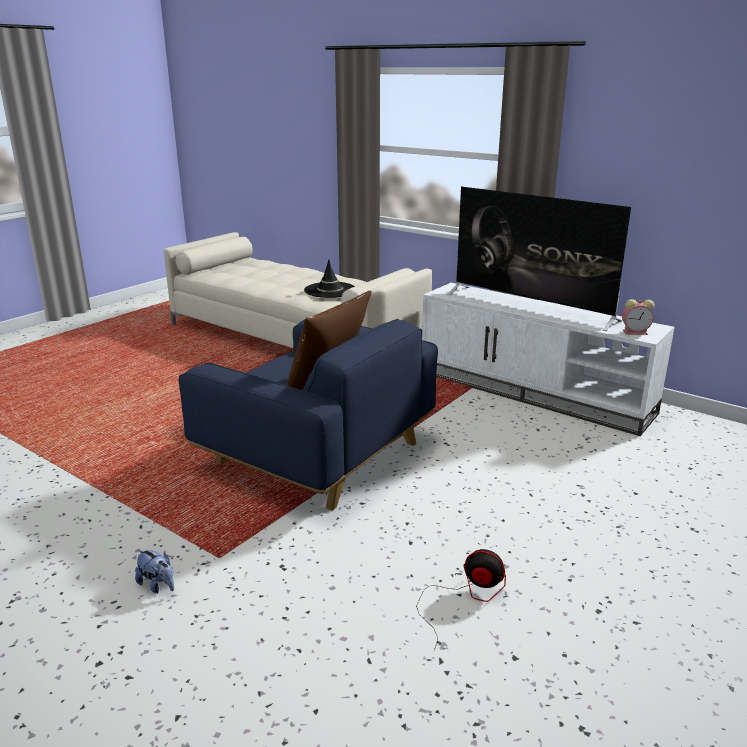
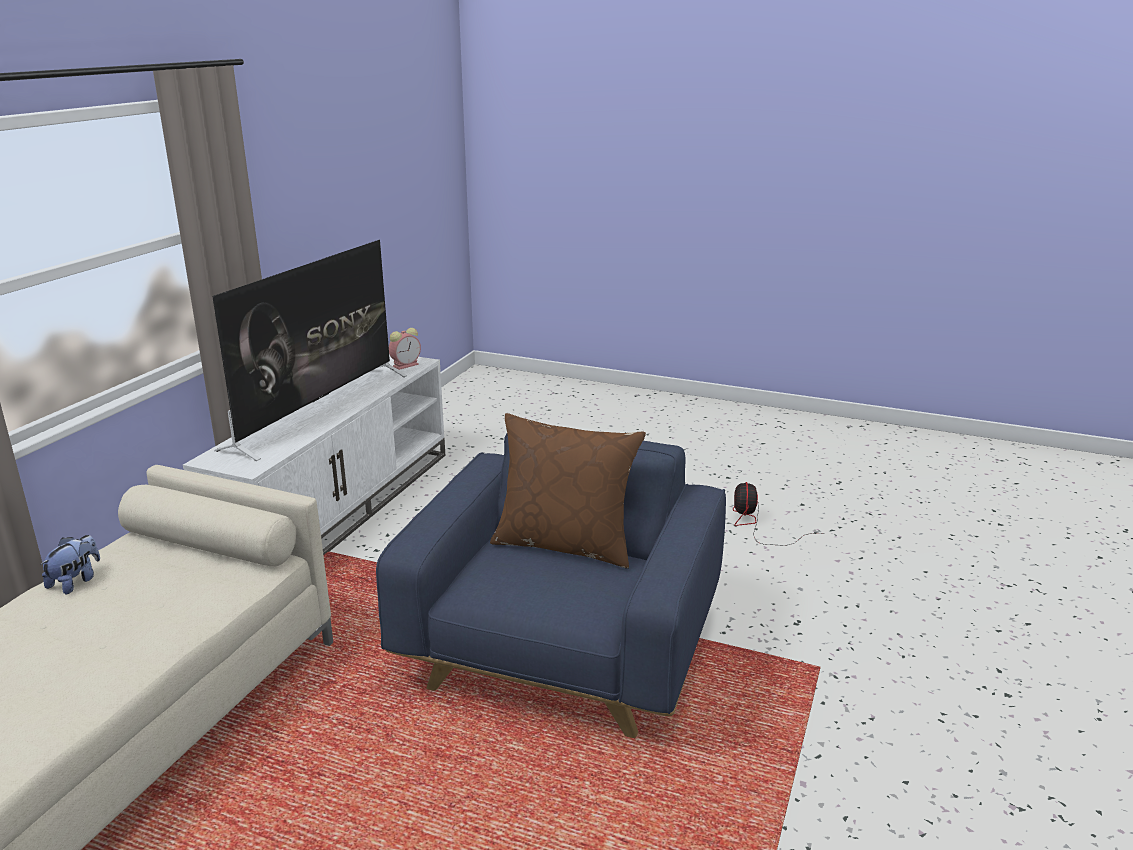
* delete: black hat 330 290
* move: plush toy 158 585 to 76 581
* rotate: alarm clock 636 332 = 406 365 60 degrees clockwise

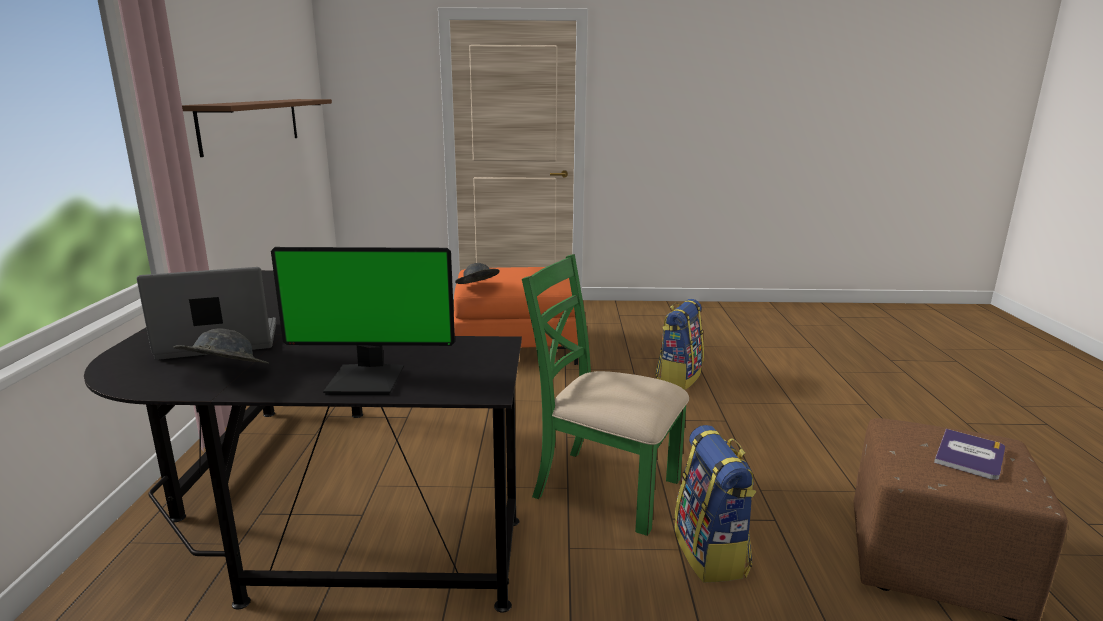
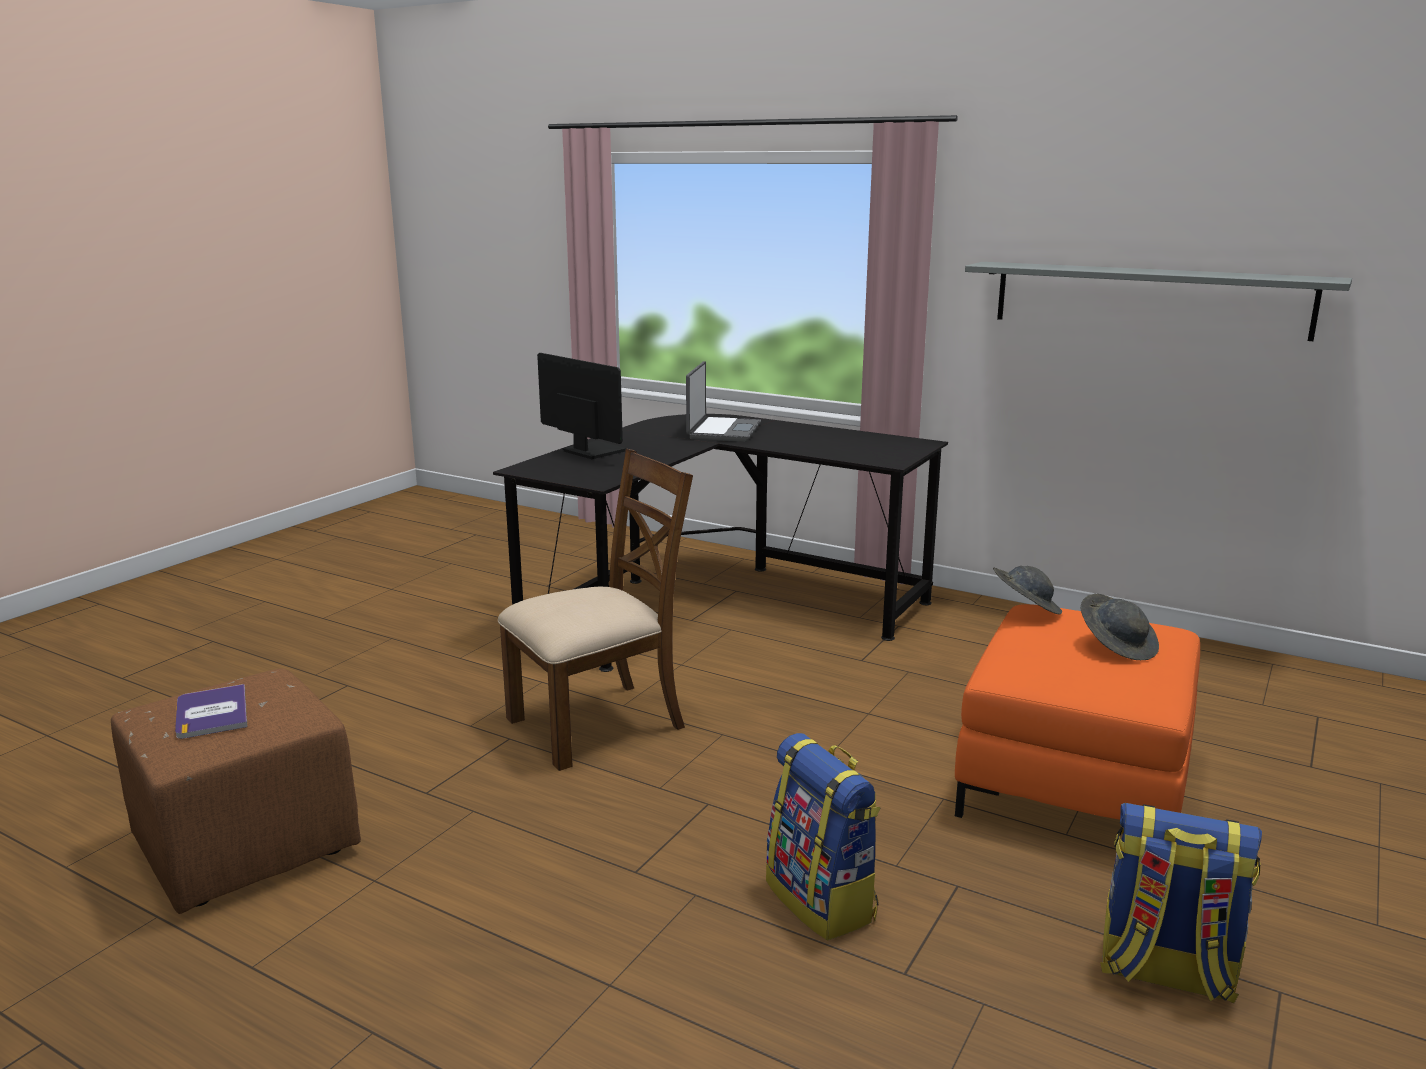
* move: grey hat 224 374 to 1117 646
* move: backpack 711 553 to 1165 972
* recolor: brown shelf 252 124 to grey shelf 1149 299
* recolor: green chair 605 487 to brown chair 598 723
* rotate: monitor 368 379 = 591 451 105 degrees clockwise

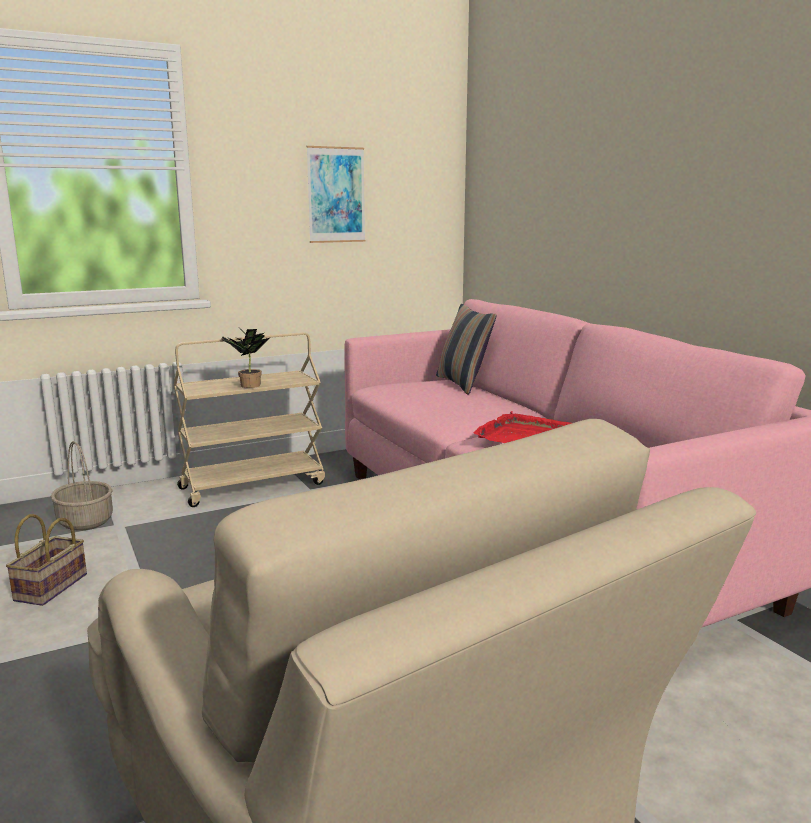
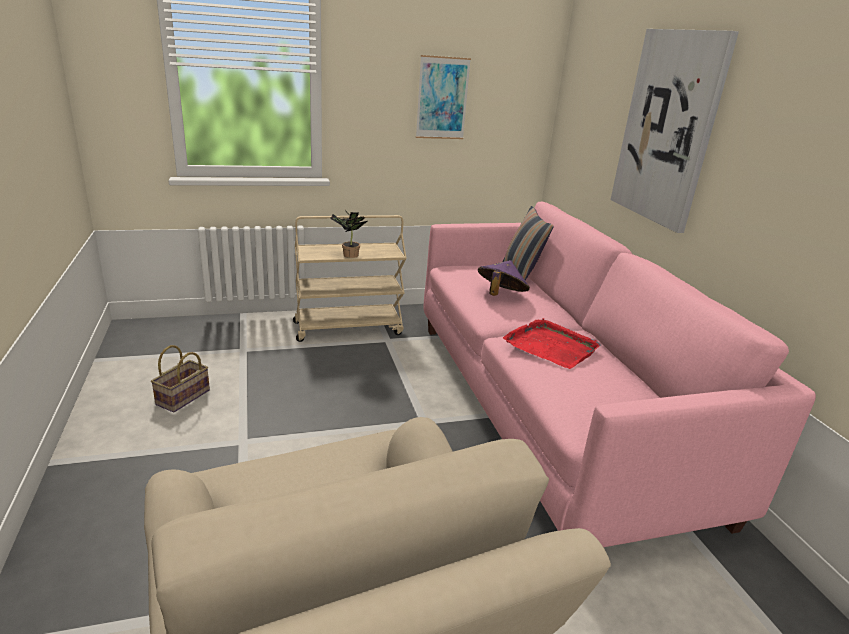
* delete: basket 84 521
* insert: purple hat 500 295
* insert: picture 668 128

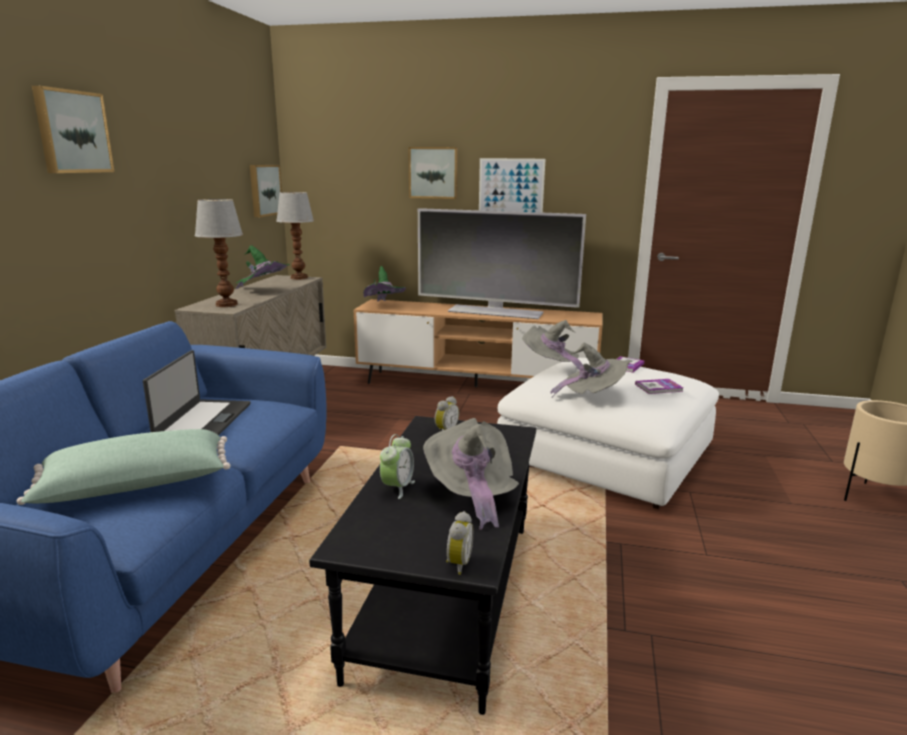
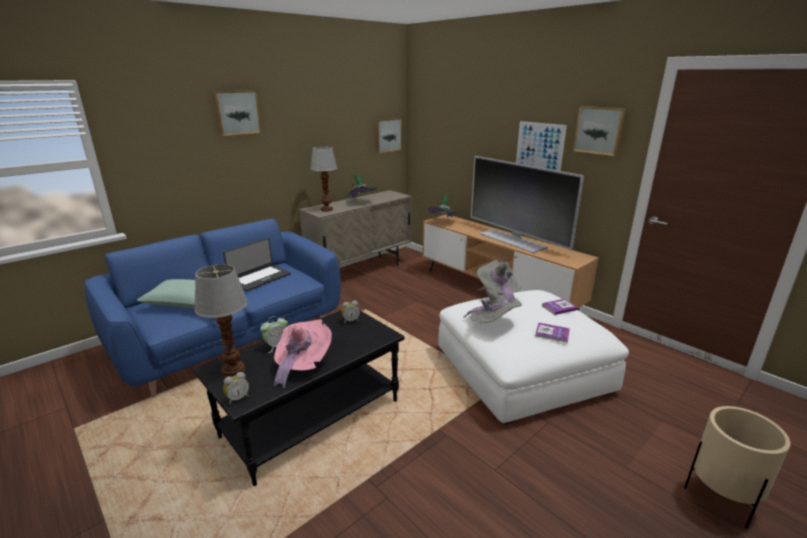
* move: table lamp 298 278 to 232 370
* move: picture 433 173 to 599 130
* recolor: grey hat 471 494 to pink hat 302 364

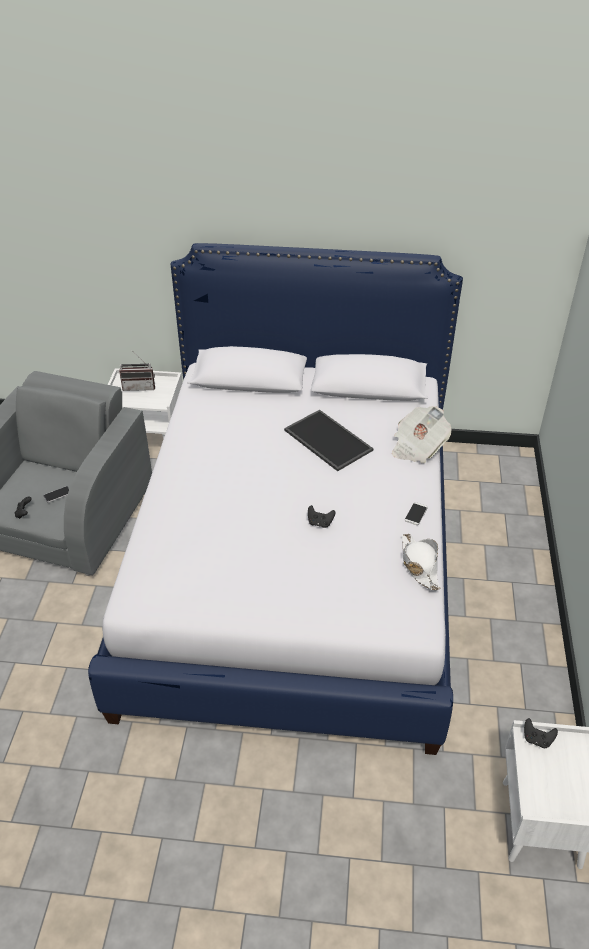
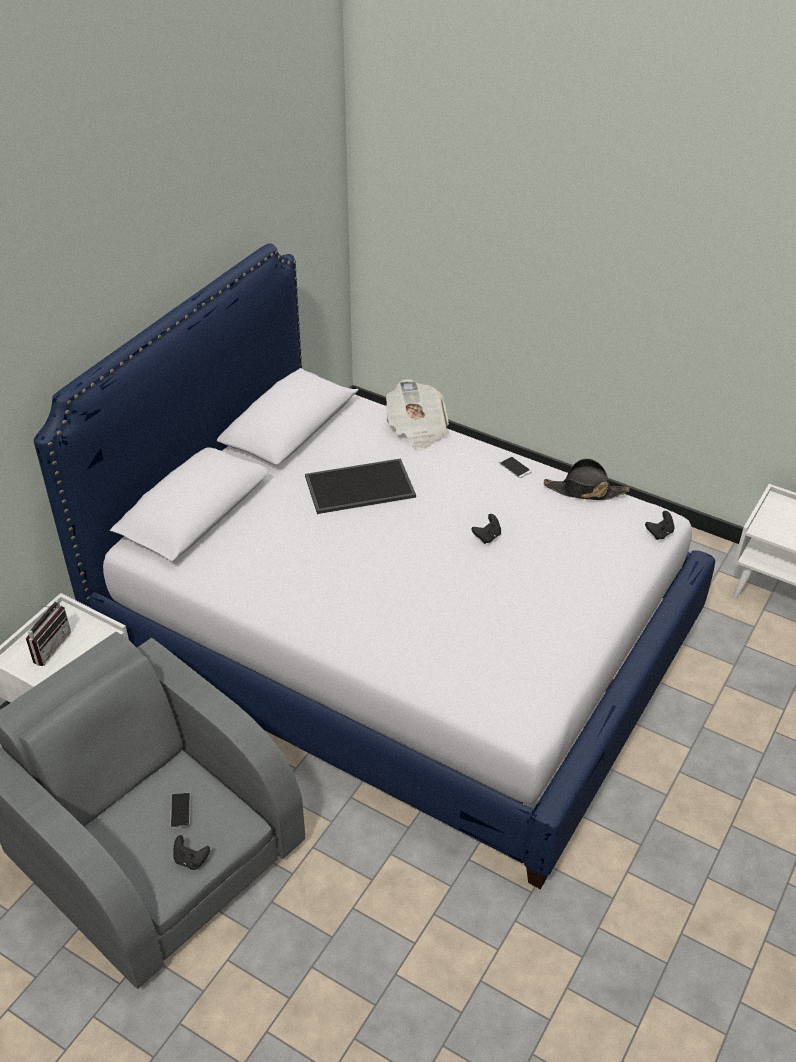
* move: black game controller 537 739 to 659 533
* recolor: white hat 419 565 to black hat 585 491

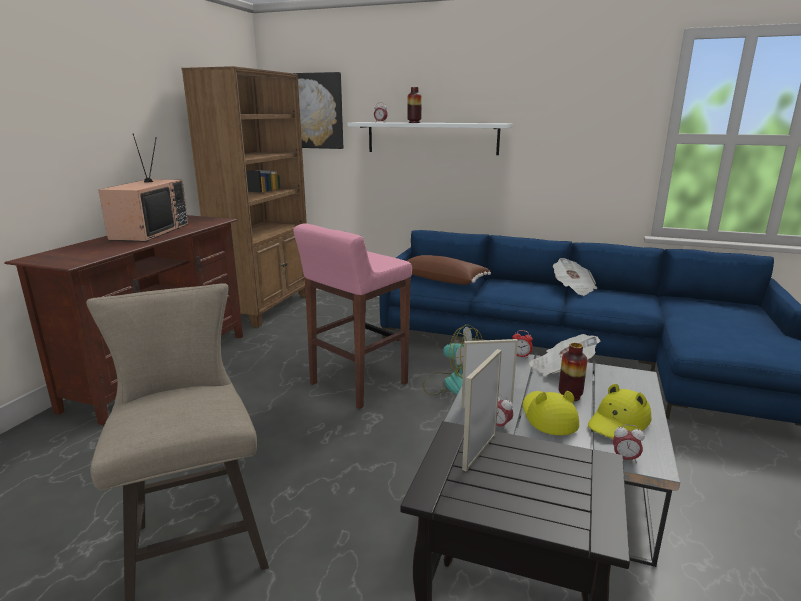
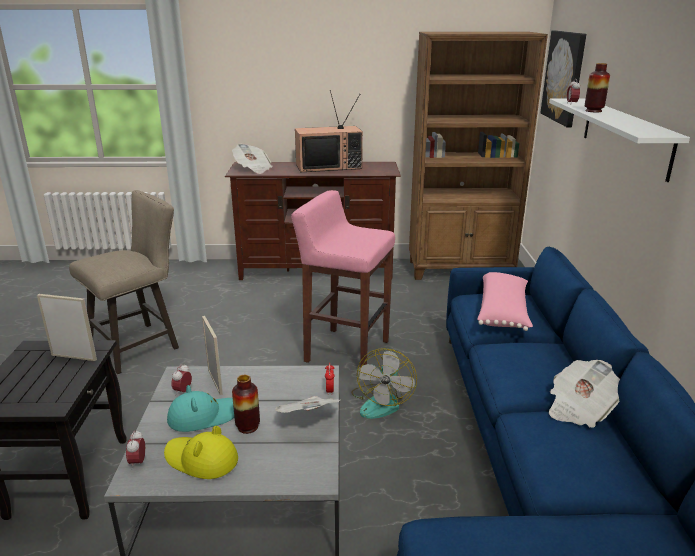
* insert: newspaper 253 169
* recolor: brown pillow 444 280 to pink pillow 503 312
* recolor: yellow hat 548 417 to turquoise hat 204 416

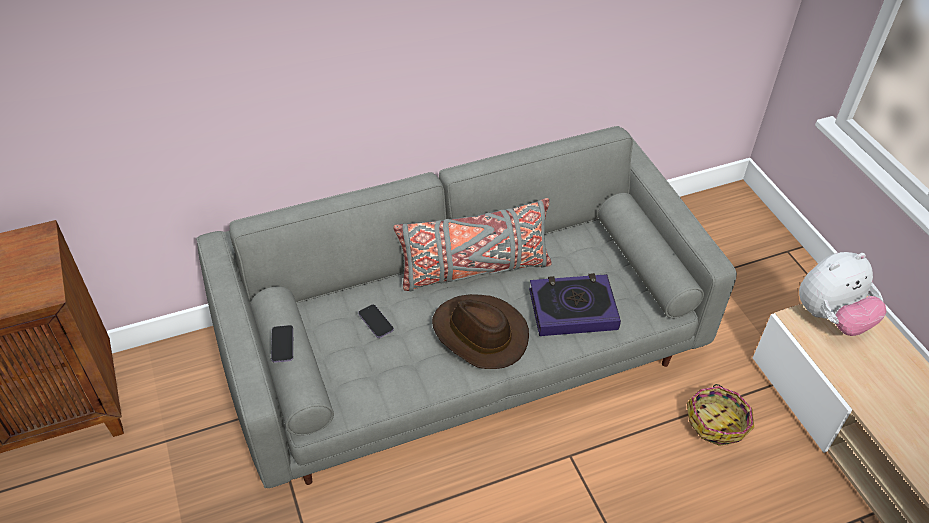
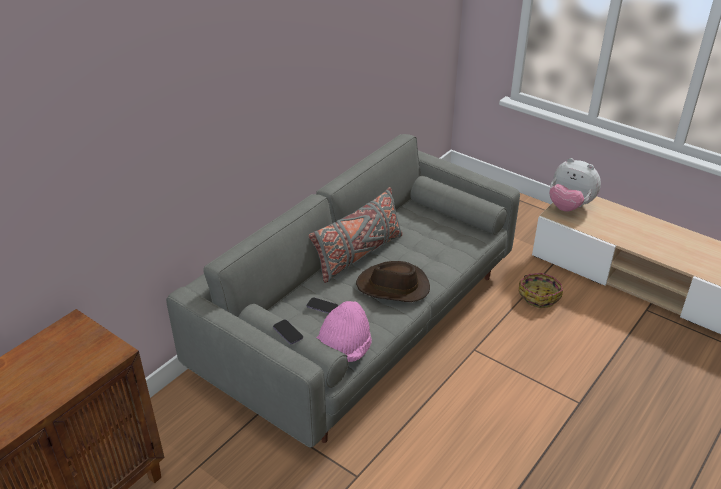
* delete: book 572 309
* insert: pink hat 343 350
* rotate: plush toy 830 318 = 569 206 90 degrees clockwise

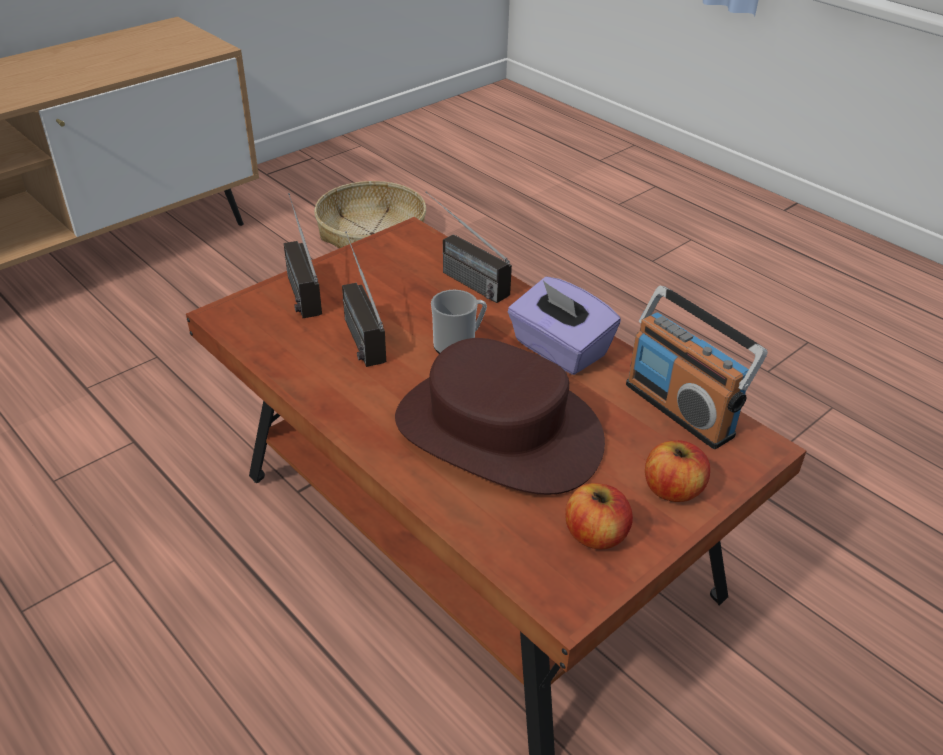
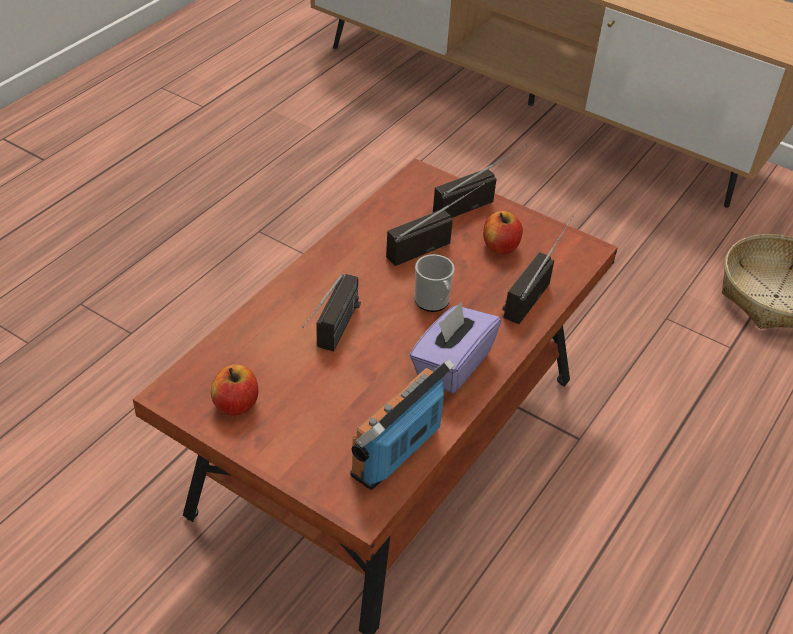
* move: apple 672 489 to 500 246
* replace: brown hat 497 432 to radio 333 338

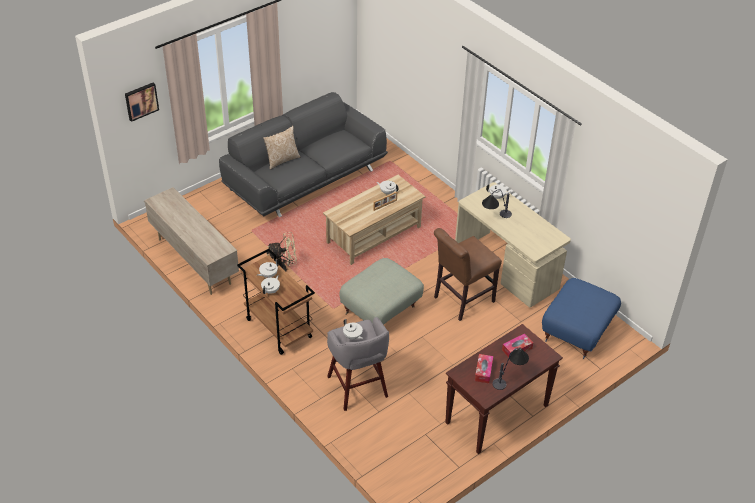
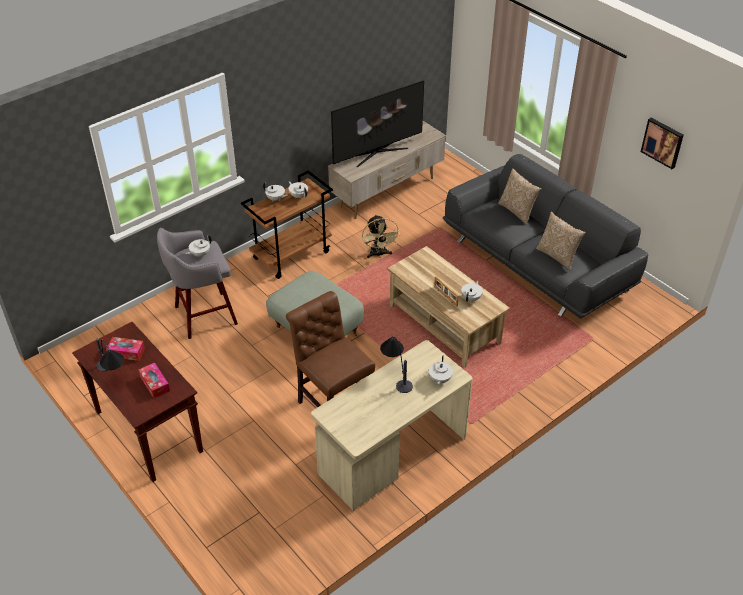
* delete: blue ottoman 577 332
* insert: television 377 153
* insert: pillow 557 256
* move: picture 141 101 to 663 142

